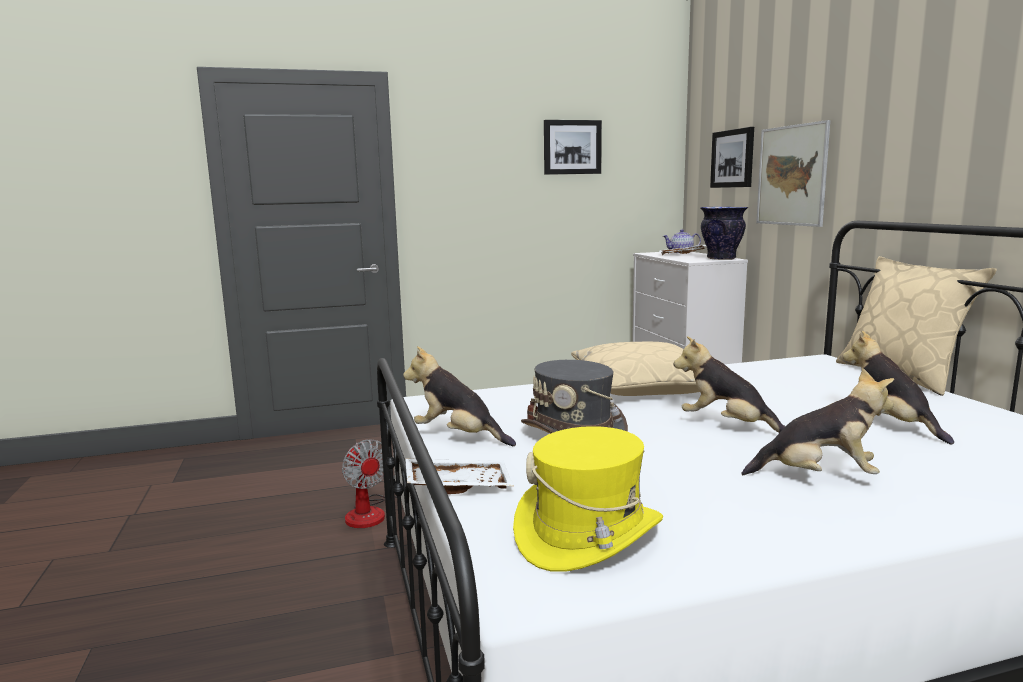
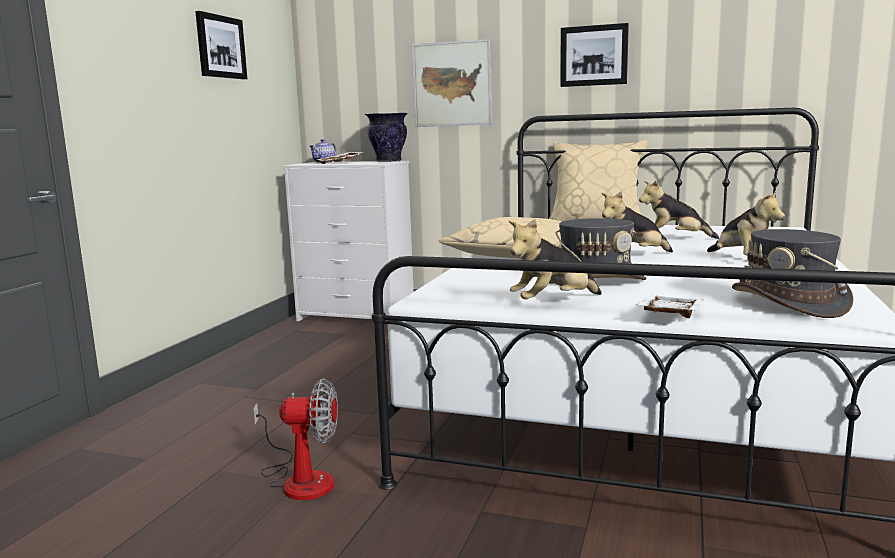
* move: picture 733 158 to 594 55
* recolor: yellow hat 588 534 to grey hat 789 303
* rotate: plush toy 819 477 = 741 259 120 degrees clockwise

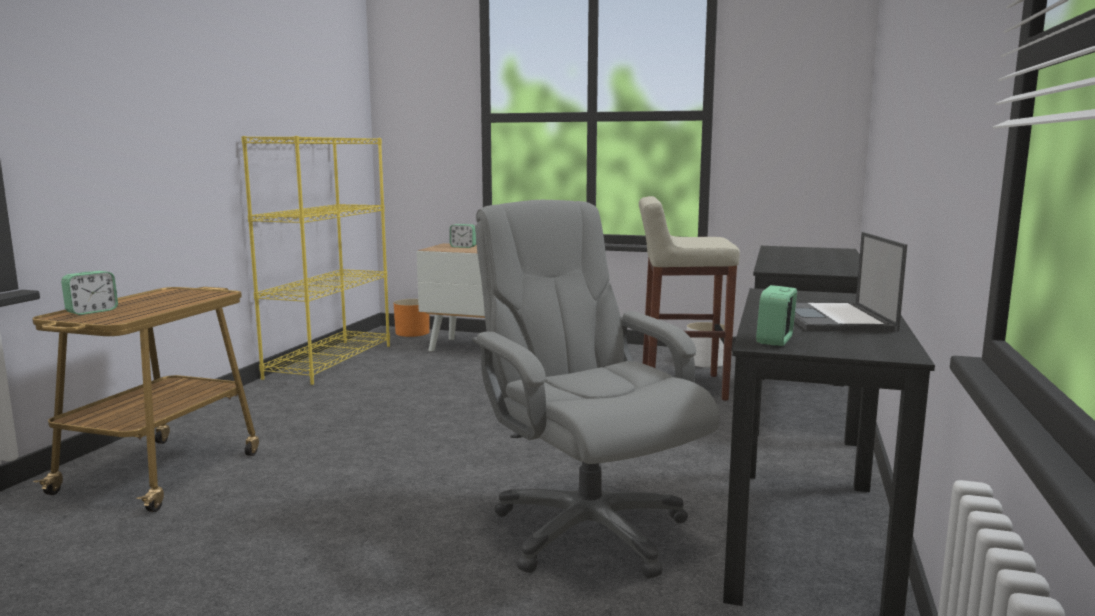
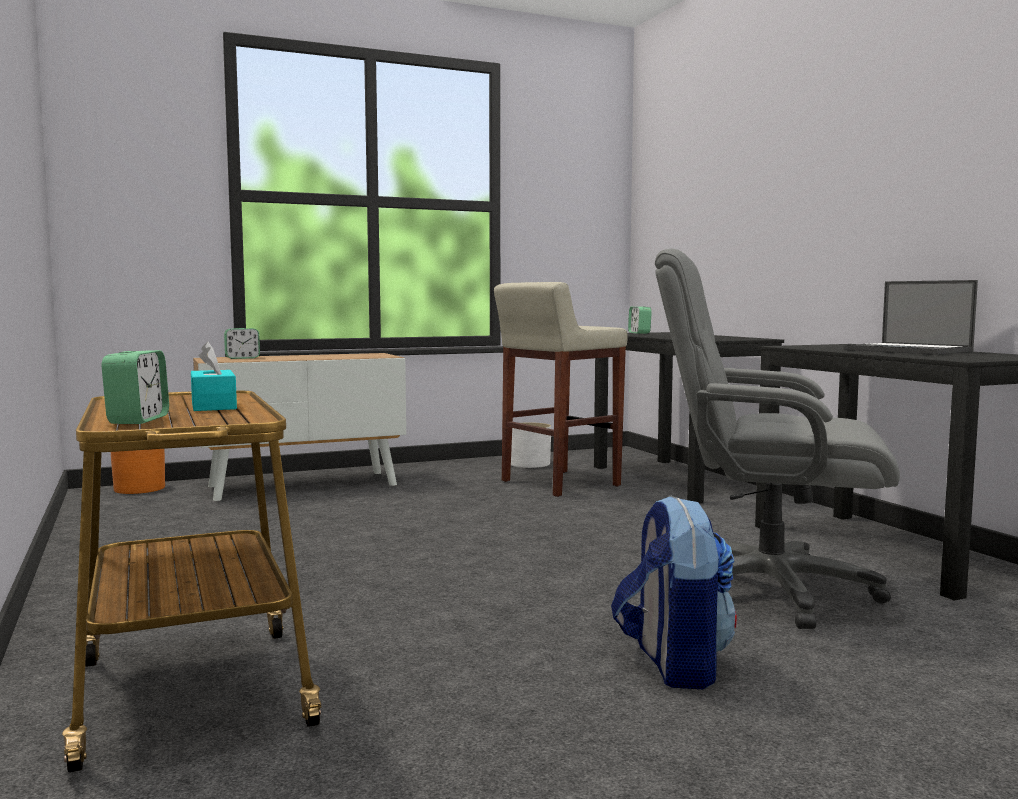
* delete: yellow bookcase 330 361
* insert: turquoise tissue box 213 405
* insert: backpack 673 664
* move: alarm clock 775 340 to 639 333

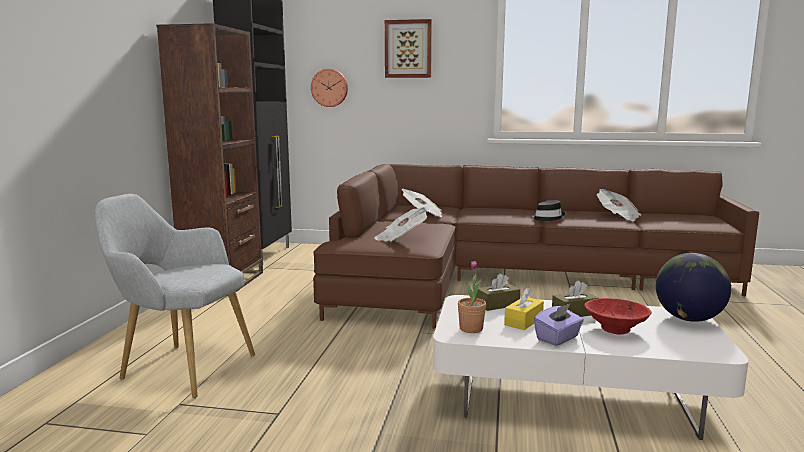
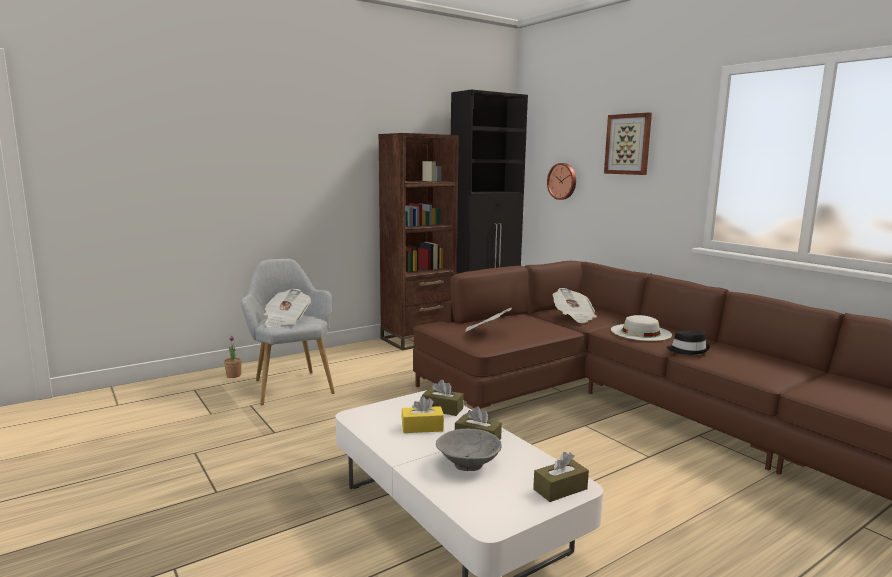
* delete: purple tissue box 558 338
* insert: white hat 641 332
* move: potted plant 471 329 to 233 375
* move: newspaper 618 217 to 285 321
* replace: globe 688 319 to brown tissue box 560 489
* recolor: red bowl 616 329 to grey bowl 468 464

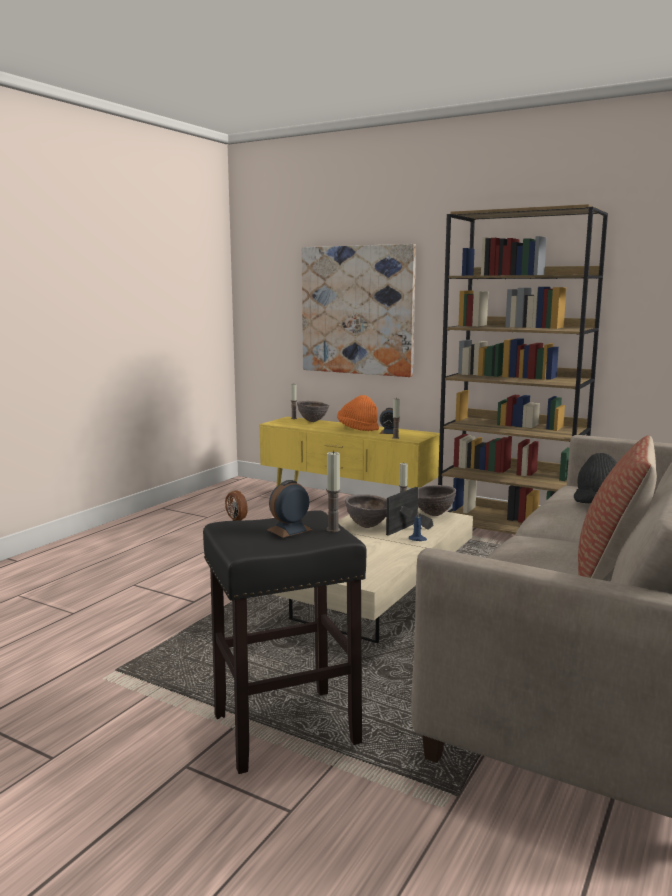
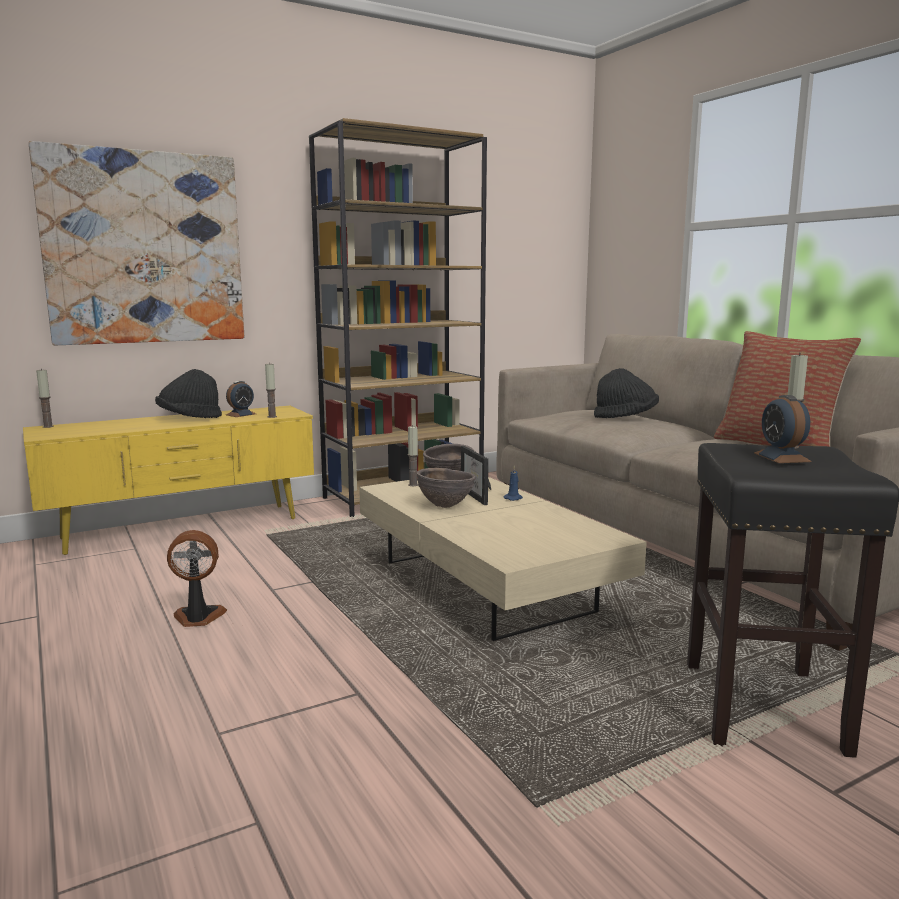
* delete: brown bowl 313 421
* recolor: orange hat 357 428 to black hat 189 418

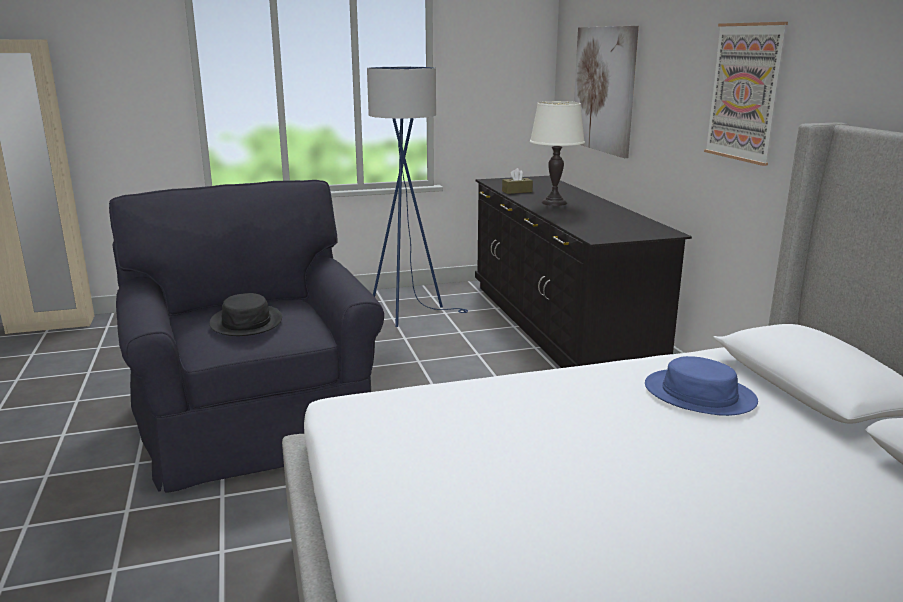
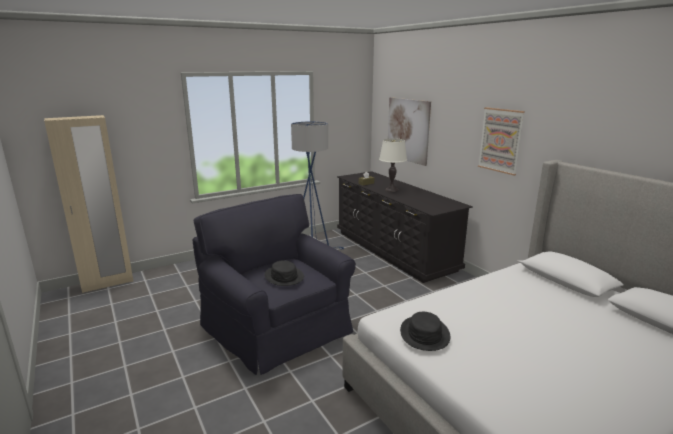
* delete: blue hat 699 394
* insert: black hat 424 334

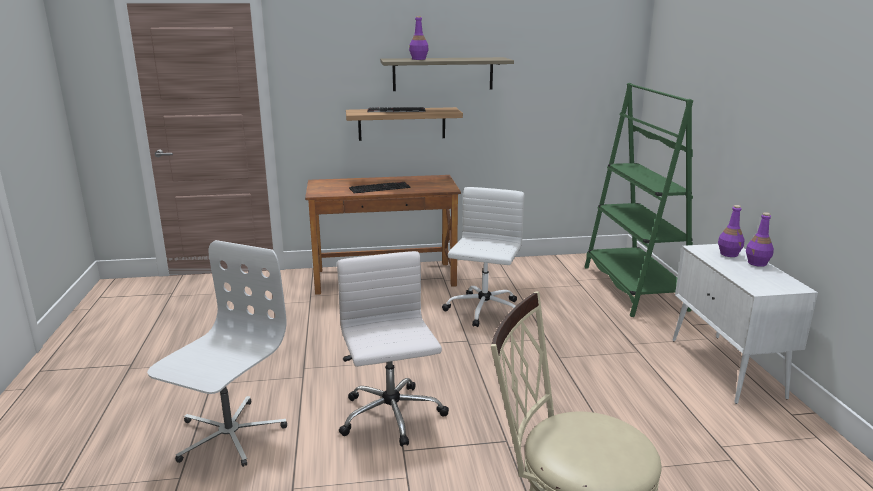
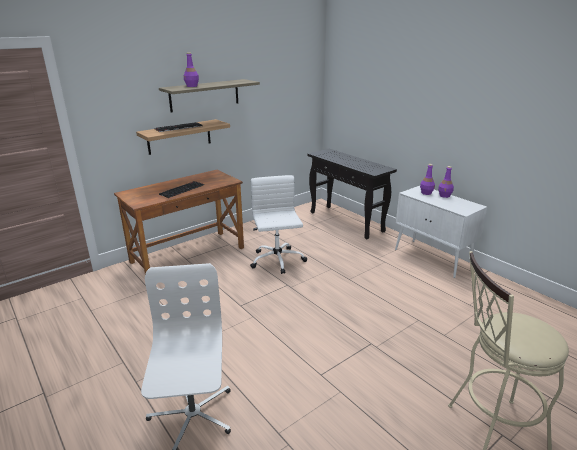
* delete: white office chair 391 416
* replace: green bookcase 633 288 to black console table 347 222

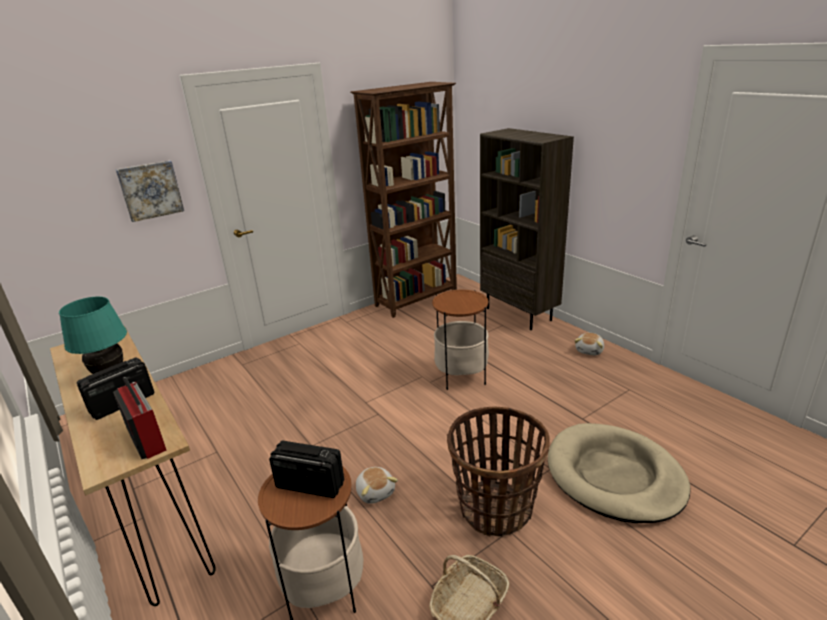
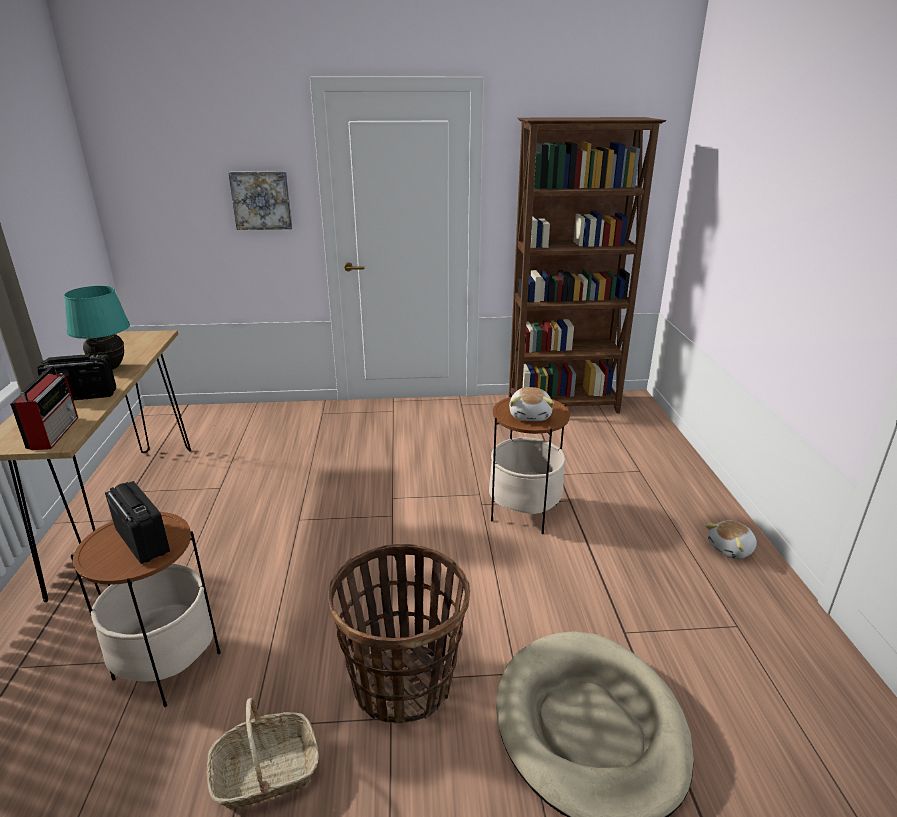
* delete: brown bookcase 519 314
* move: plush toy 376 491 to 530 415

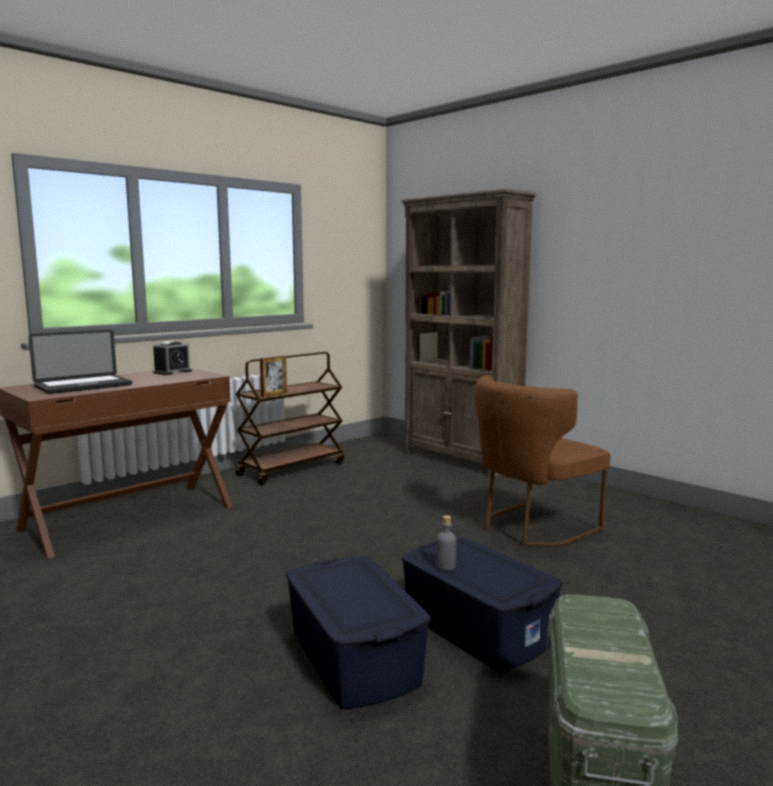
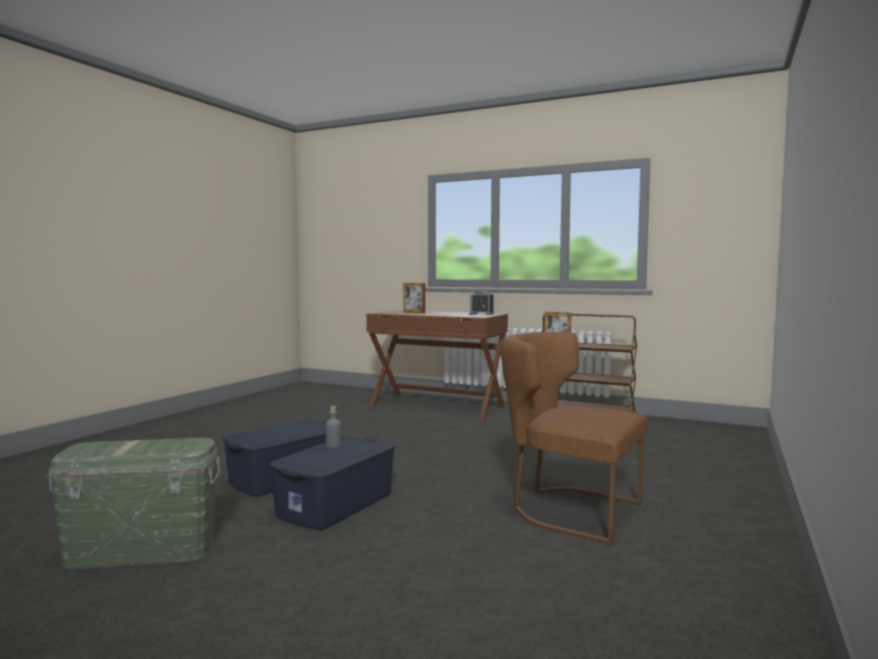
* delete: brown bookcase 461 459
* replace: laptop 83 386 to picture frame 414 313

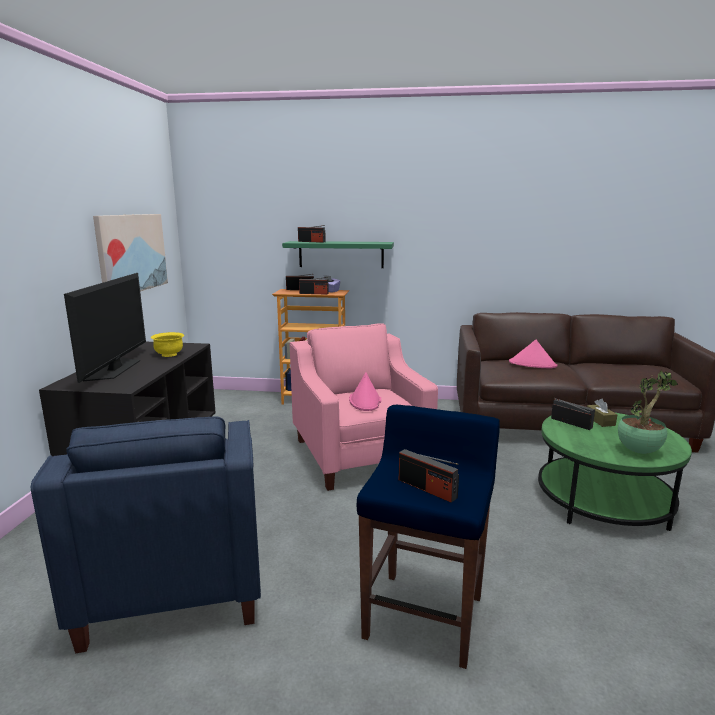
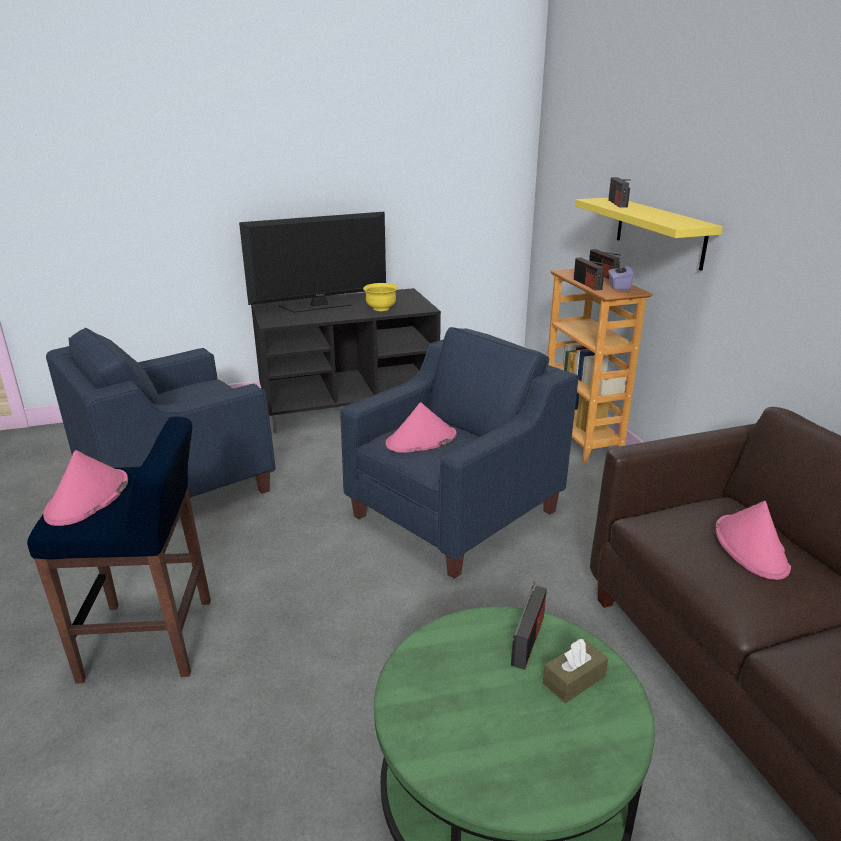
* delete: picture 132 253
* delete: potted plant 639 451
* replace: radio 427 488 to pink hat 88 498
* recolor: green shelf 341 254 to yellow shelf 659 232
* recolor: pink armchair 359 455 to blue armchair 455 514

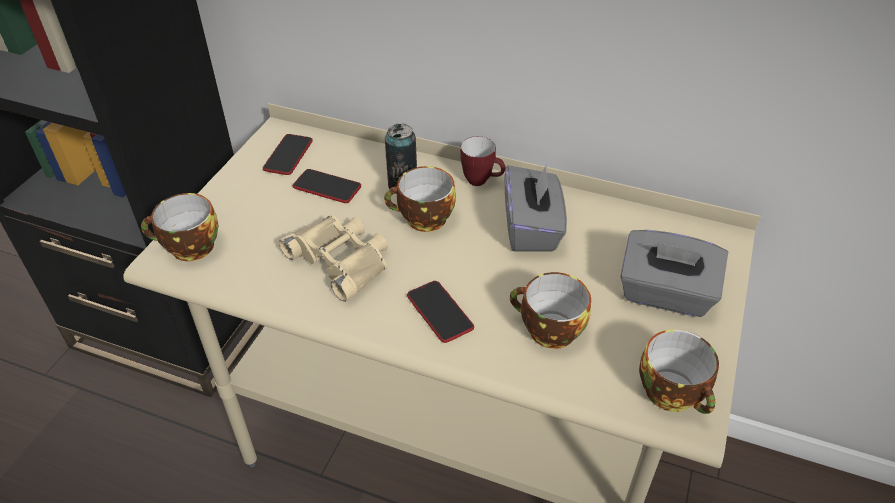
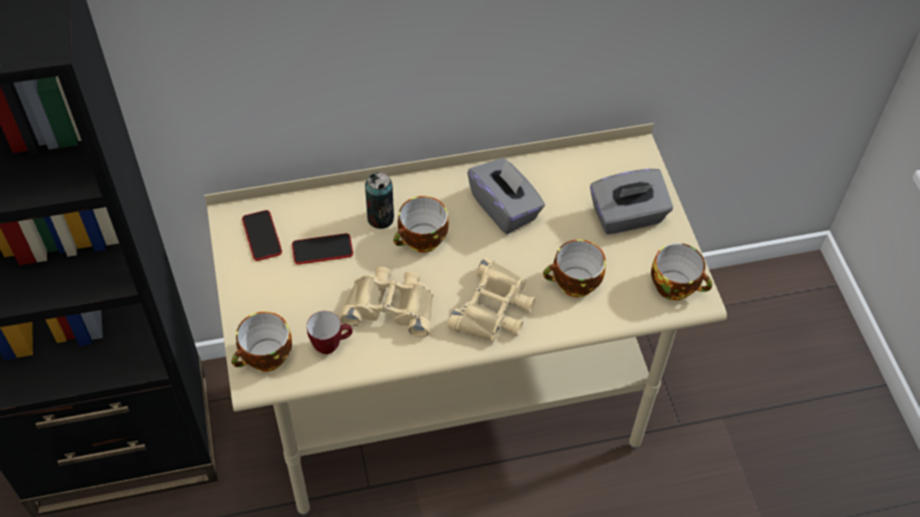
* move: mug 482 181 to 331 345
* replace: phone 439 312 to beige binoculars 494 308

